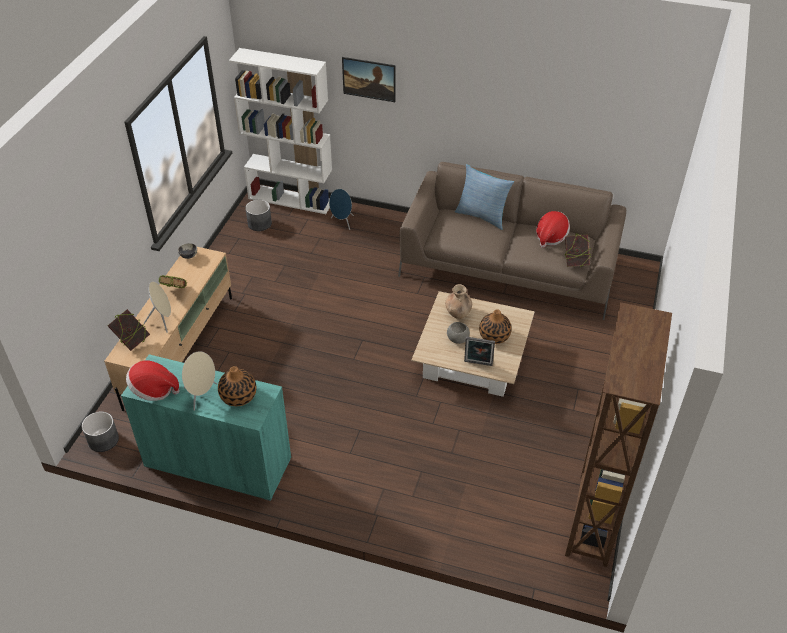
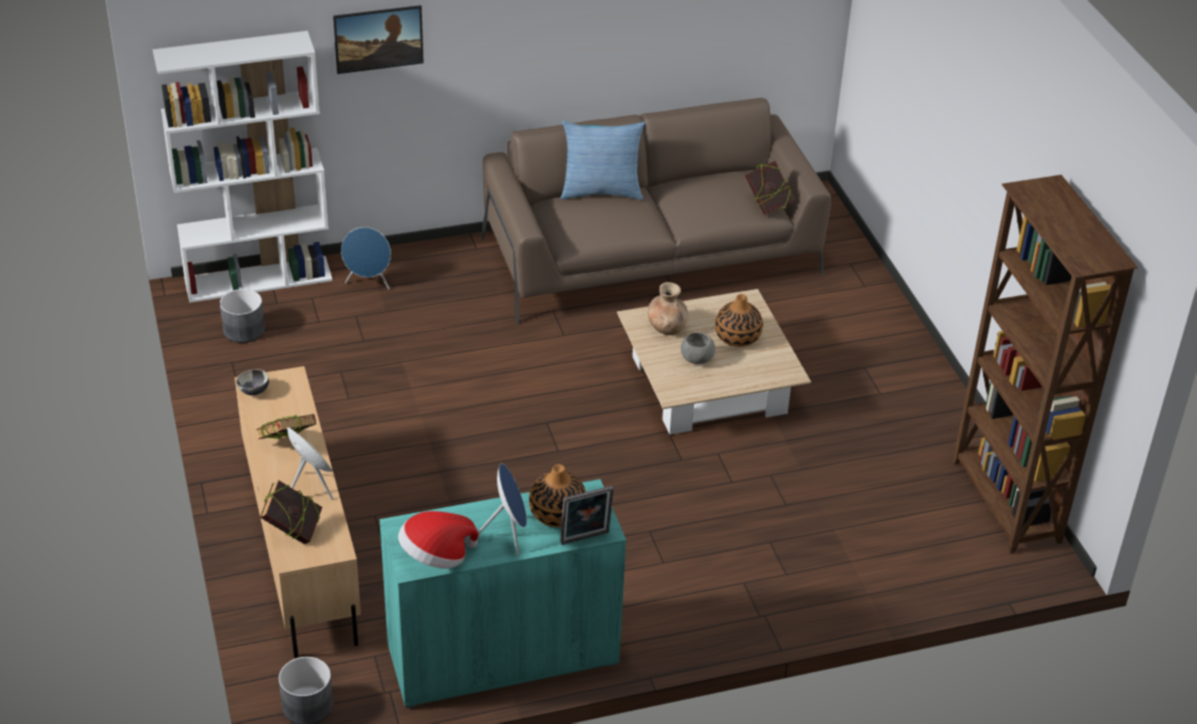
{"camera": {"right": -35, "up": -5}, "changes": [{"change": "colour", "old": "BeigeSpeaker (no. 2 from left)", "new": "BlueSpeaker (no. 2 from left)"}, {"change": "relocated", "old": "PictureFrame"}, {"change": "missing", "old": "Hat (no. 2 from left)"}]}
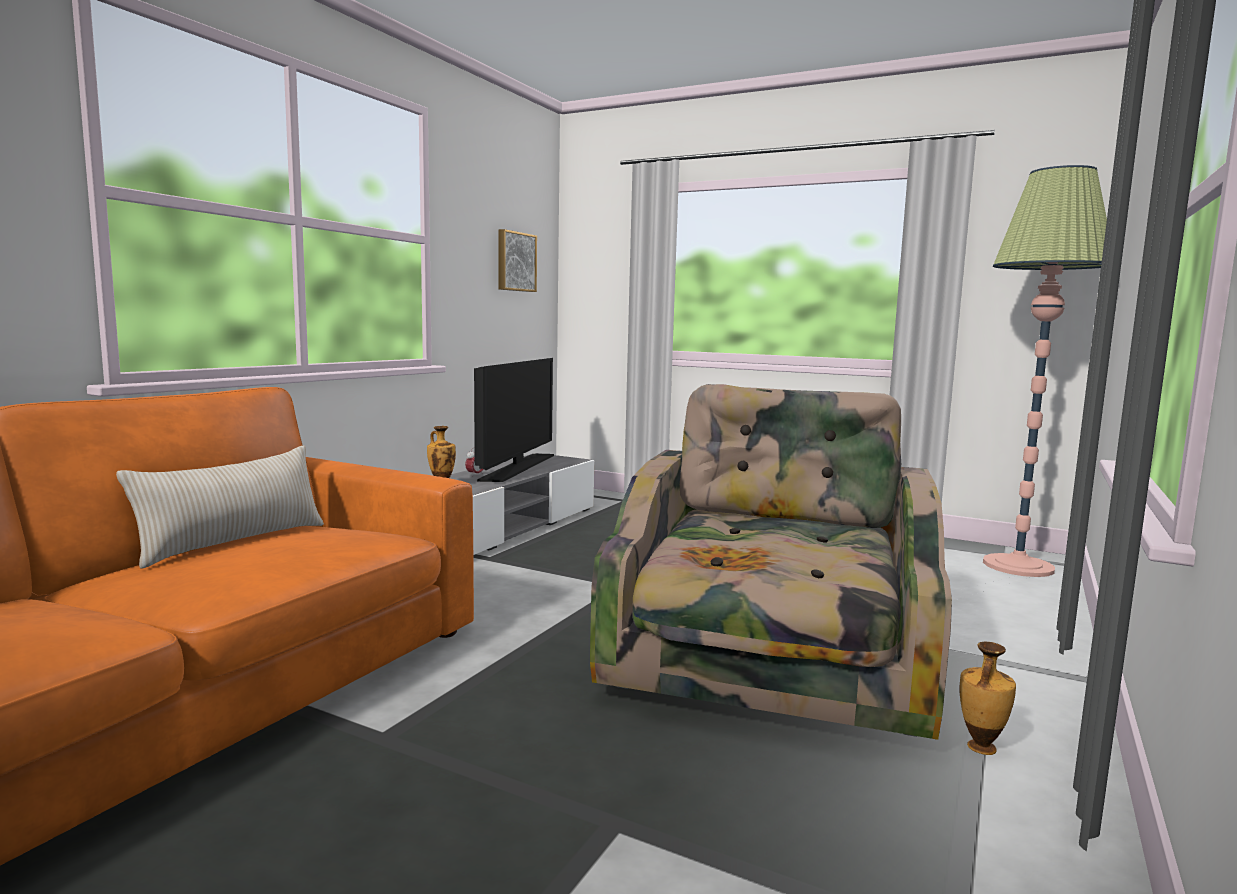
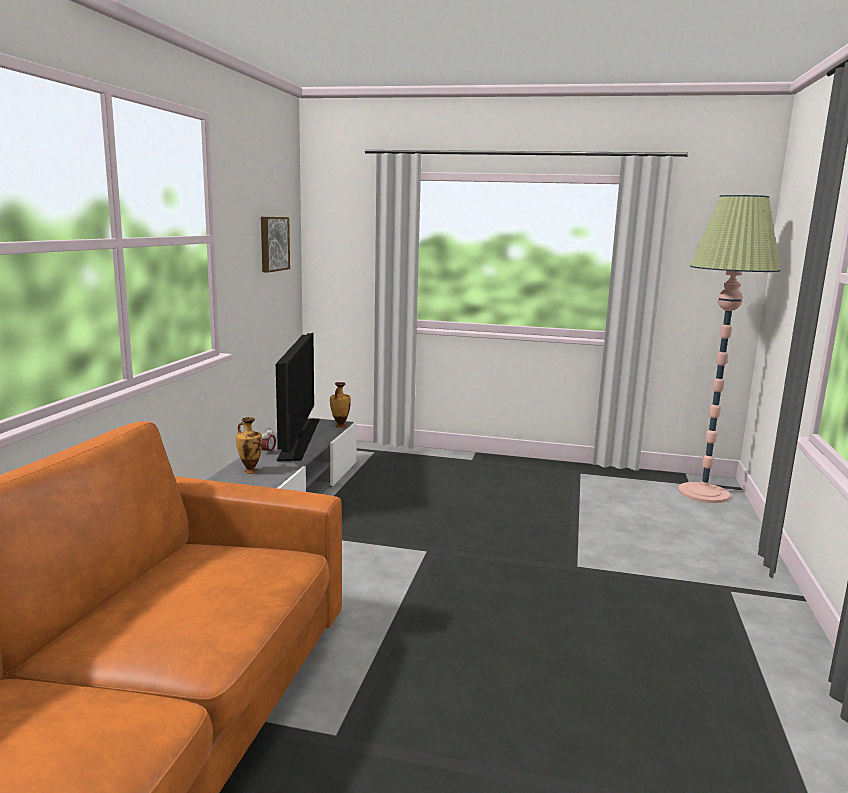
{"camera": {"right": -15, "up": 5}, "changes": [{"change": "relocated", "old": "Vase (no. 2 from left)"}, {"change": "missing", "old": "BeigePillow"}, {"change": "missing", "old": "Armchair"}]}
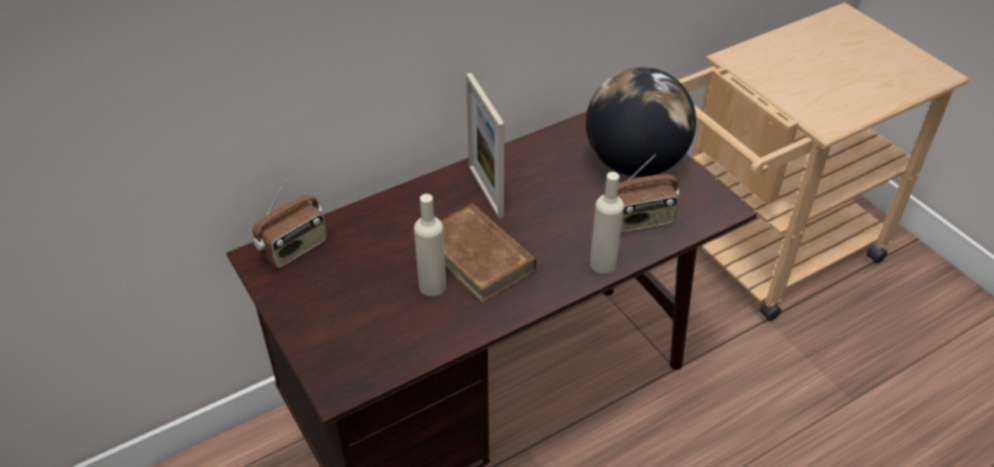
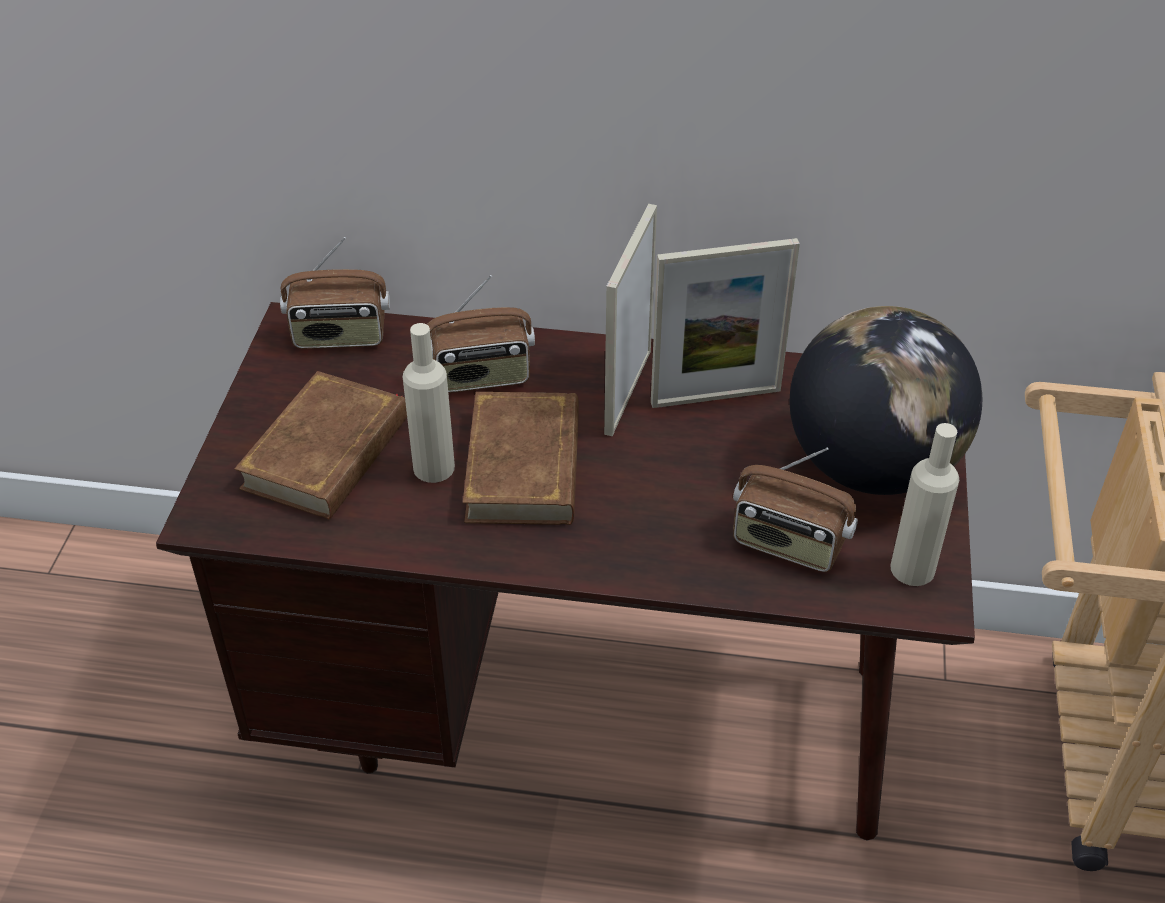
{"camera": {"right": 40, "up": 0}, "changes": [{"change": "appeared", "new": "BrownBook (no. 1 from left)"}, {"change": "appeared", "new": "Radio (no. 2 from left)"}, {"change": "appeared", "new": "PictureFrame (no. 2 from left)"}, {"change": "relocated", "old": "BeigeBottle (no. 2 from left)"}]}
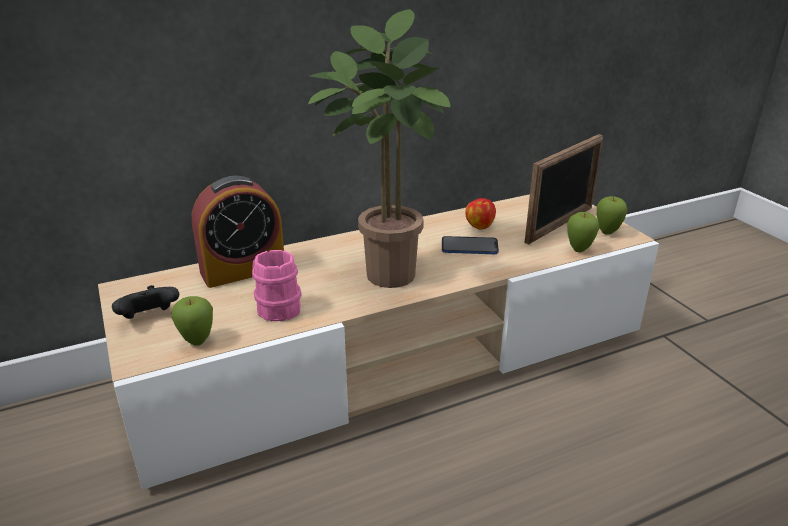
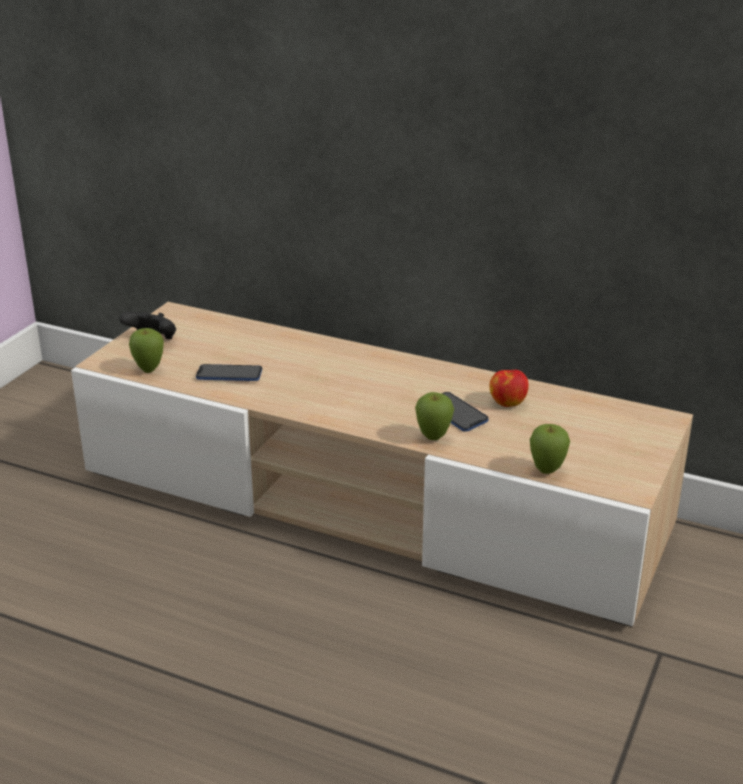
{"camera": {"right": 50, "up": 0}, "changes": [{"change": "exchanged", "old": "PinkMug", "new": "Phone (no. 1 from left)"}, {"change": "relocated", "old": "Apple (no. 4 from left in the first image)", "new": "Apple (no. 2 from left)"}, {"change": "missing", "old": "AlarmClock"}, {"change": "missing", "old": "PottedPlant"}, {"change": "missing", "old": "PictureFrame"}]}
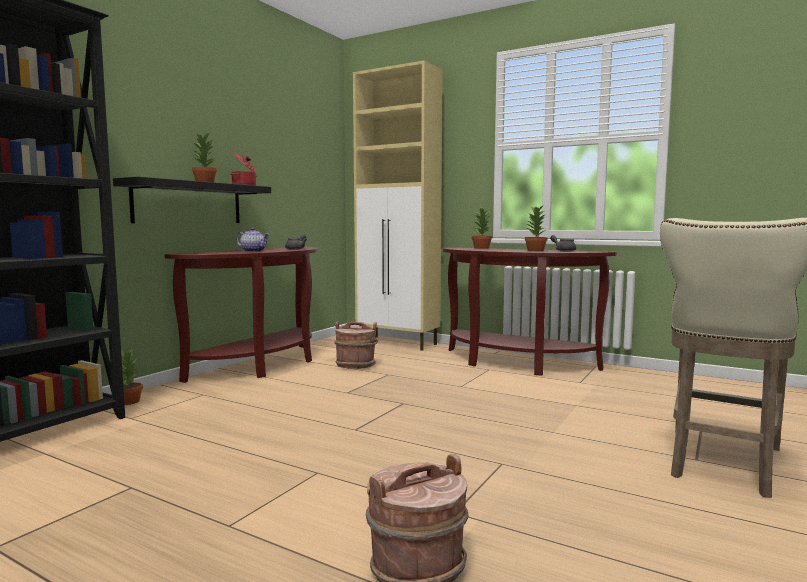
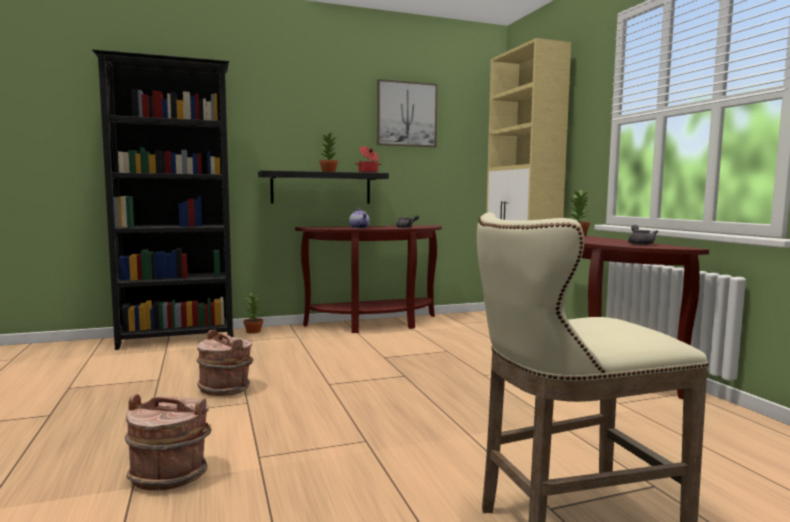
{"camera": {"right": 40, "up": 0}, "changes": [{"change": "relocated", "old": "BrownBucket (no. 1 from left in the first image)", "new": "BrownBucket (no. 2 from left)"}, {"change": "appeared", "new": "Picture"}, {"change": "missing", "old": "PottedPlant (no. 4 from left)"}]}
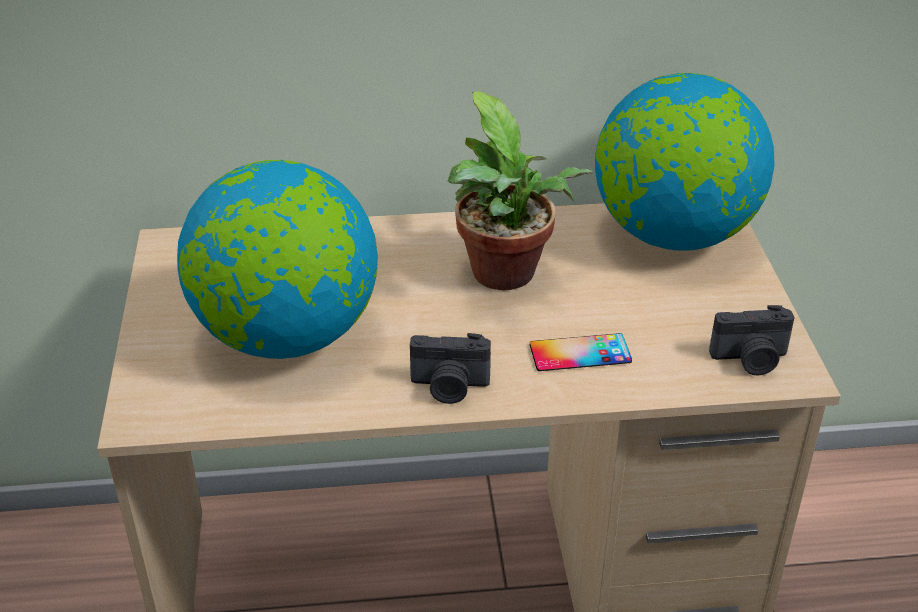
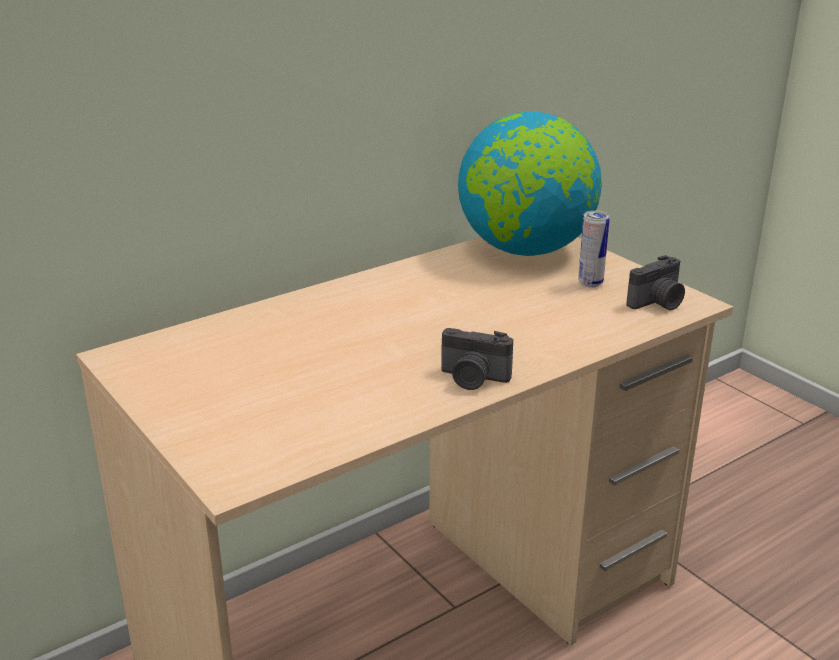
{"camera": {"right": -30, "up": -10}, "changes": [{"change": "spun", "old": "PhotoCamera (no. 1 from left)", "degrees": 45}, {"change": "appeared", "new": "Can"}, {"change": "missing", "old": "Globe (no. 1 from left)"}, {"change": "missing", "old": "PottedPlant"}, {"change": "missing", "old": "Phone"}]}
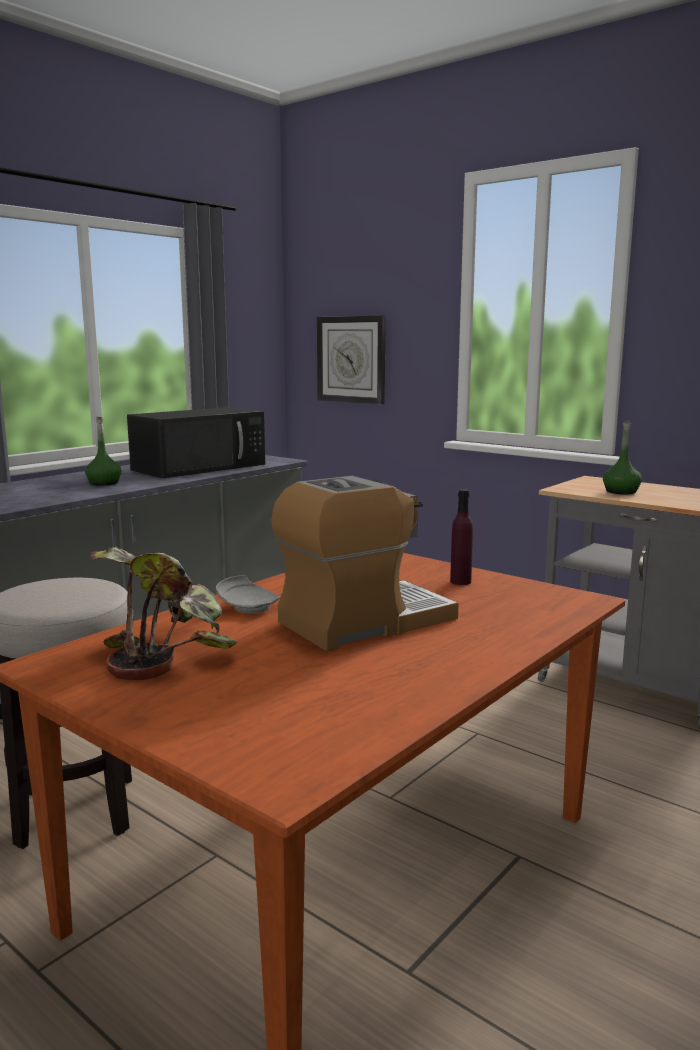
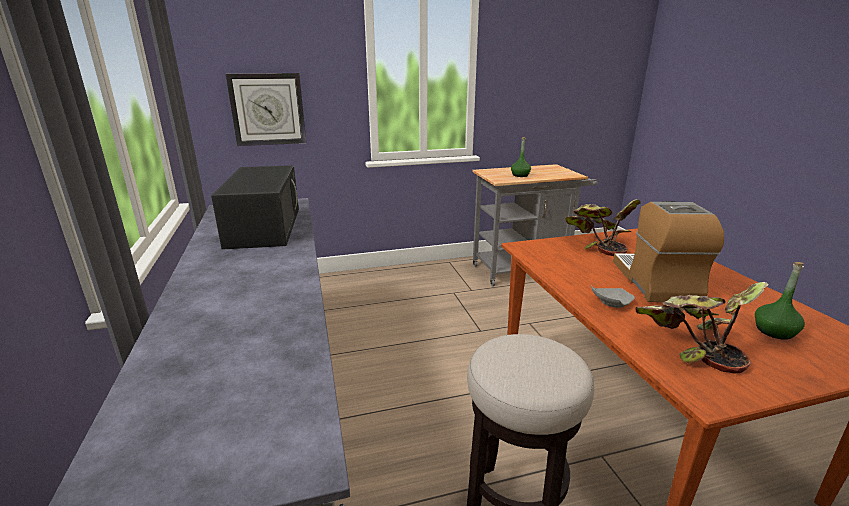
{"camera": {"right": -55, "up": 10}, "changes": [{"change": "exchanged", "old": "PurpleBottle", "new": "PottedPlant (no. 1 from left)"}, {"change": "relocated", "old": "GreenBottle (no. 1 from left in the first image)", "new": "GreenBottle (no. 2 from left)"}]}
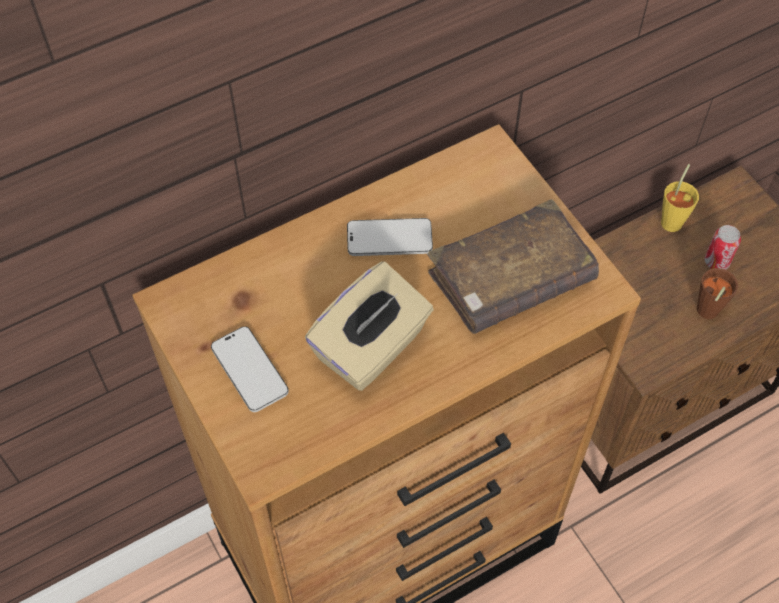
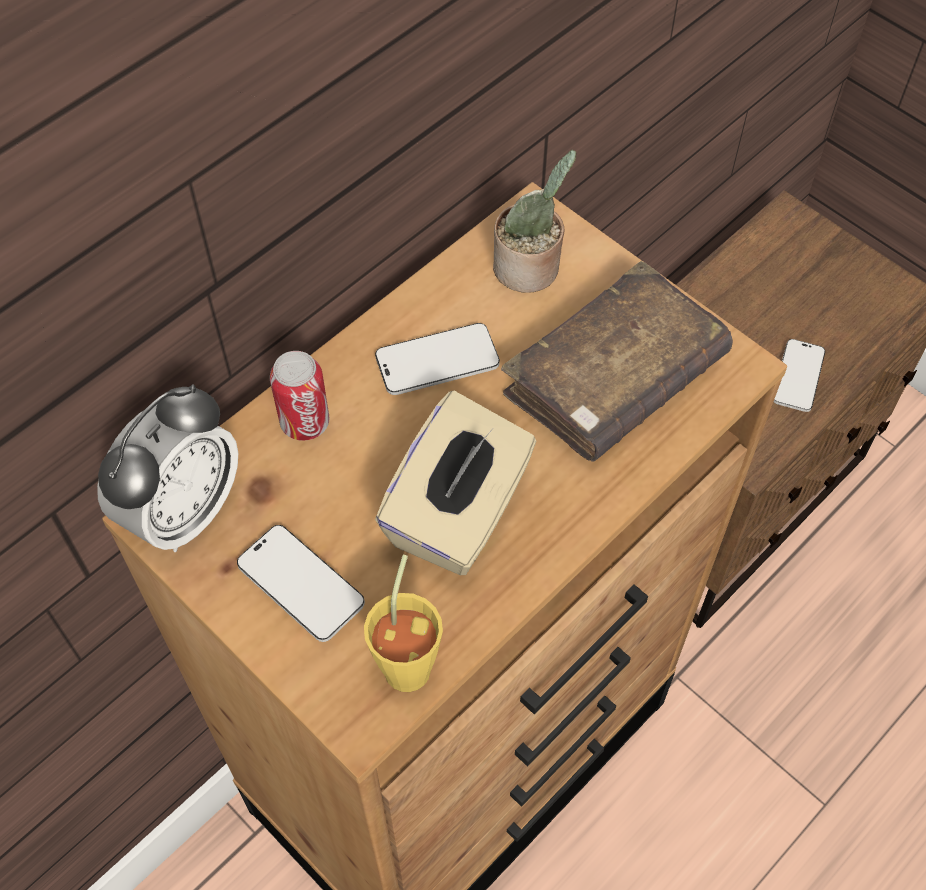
{"camera": {"right": -15, "up": 0}, "changes": [{"change": "appeared", "new": "AlarmClock"}, {"change": "relocated", "old": "Can"}, {"change": "relocated", "old": "YellowCup"}, {"change": "appeared", "new": "PottedPlant"}, {"change": "exchanged", "old": "BrownCup", "new": "Phone (no. 3 from left)"}]}
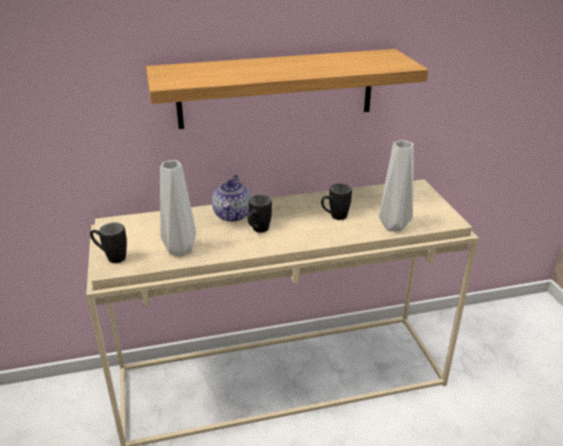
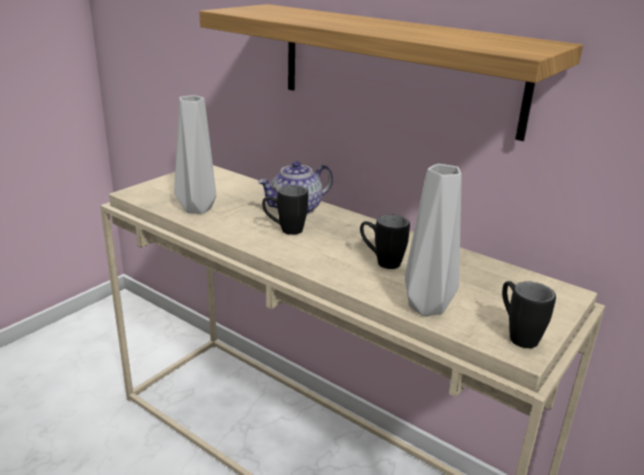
{"camera": {"right": 50, "up": -5}, "changes": [{"change": "relocated", "old": "BlackMug (no. 1 from left in the first image)", "new": "BlackMug (no. 3 from left)"}]}
